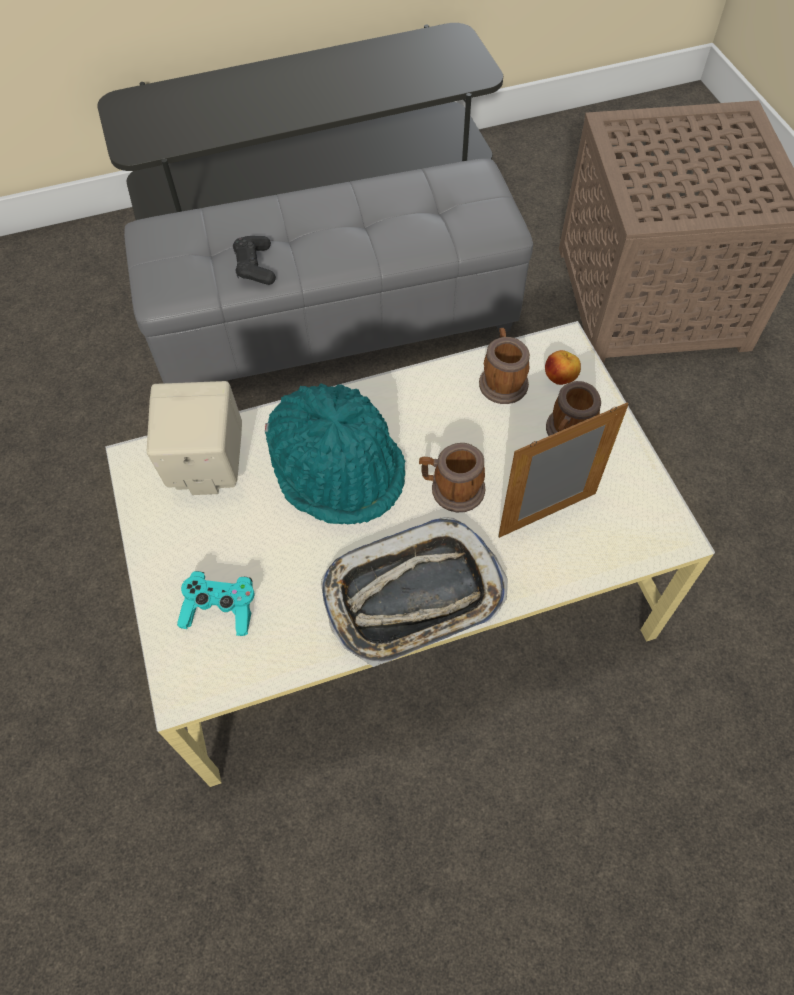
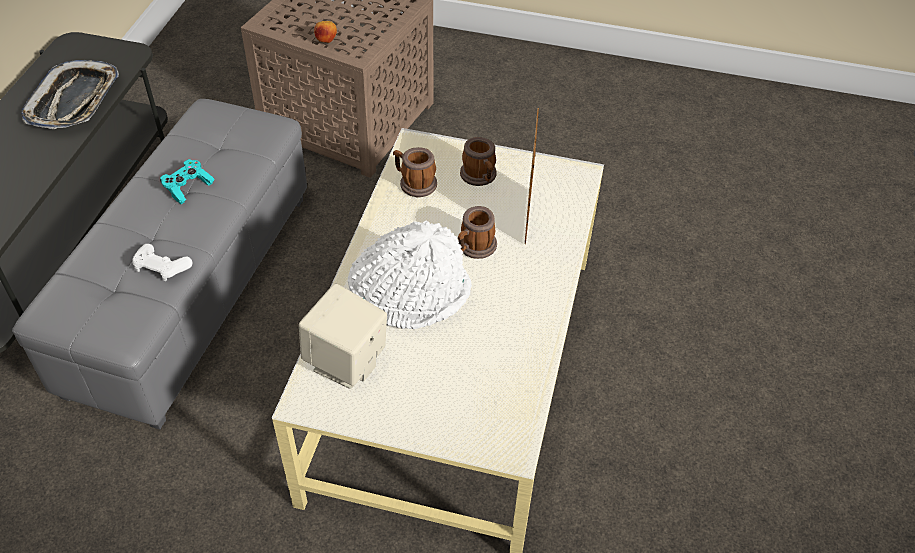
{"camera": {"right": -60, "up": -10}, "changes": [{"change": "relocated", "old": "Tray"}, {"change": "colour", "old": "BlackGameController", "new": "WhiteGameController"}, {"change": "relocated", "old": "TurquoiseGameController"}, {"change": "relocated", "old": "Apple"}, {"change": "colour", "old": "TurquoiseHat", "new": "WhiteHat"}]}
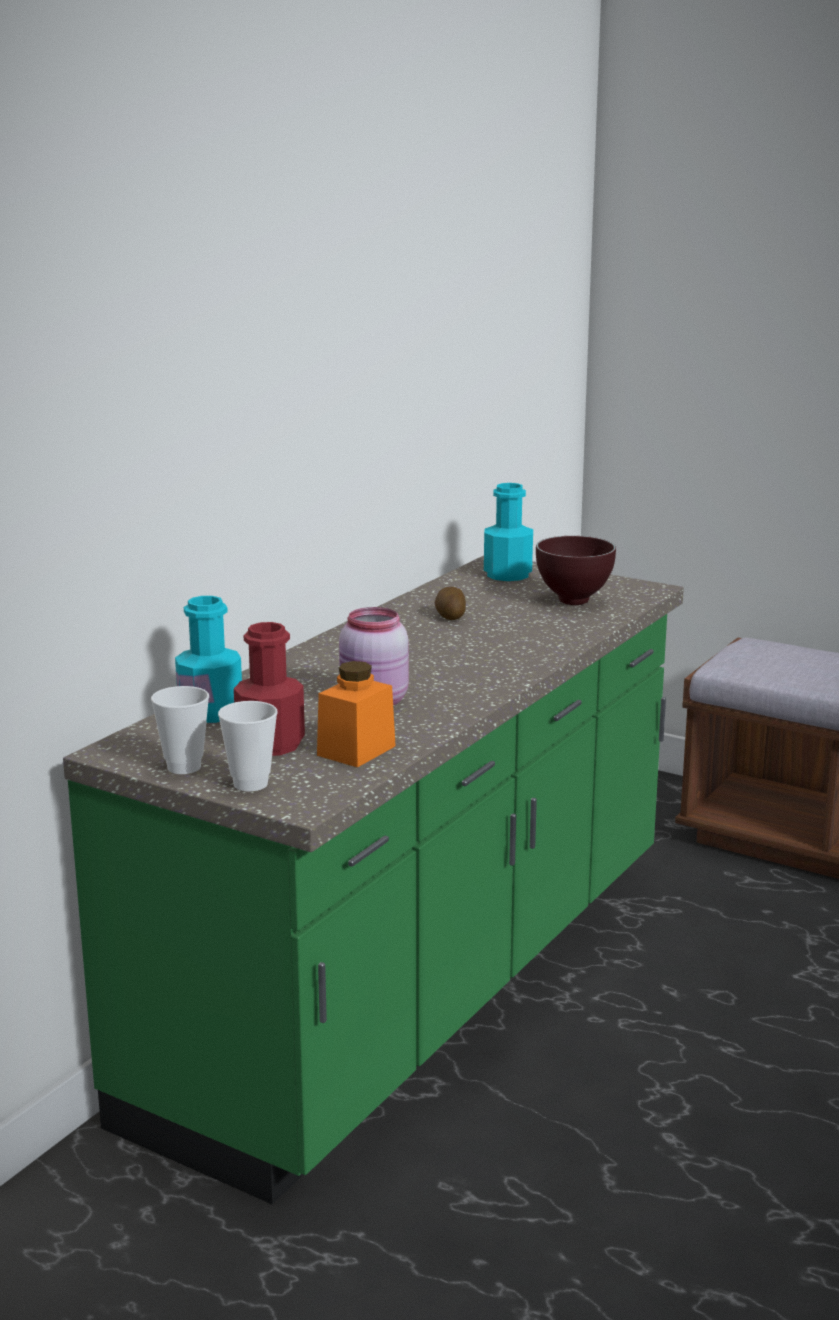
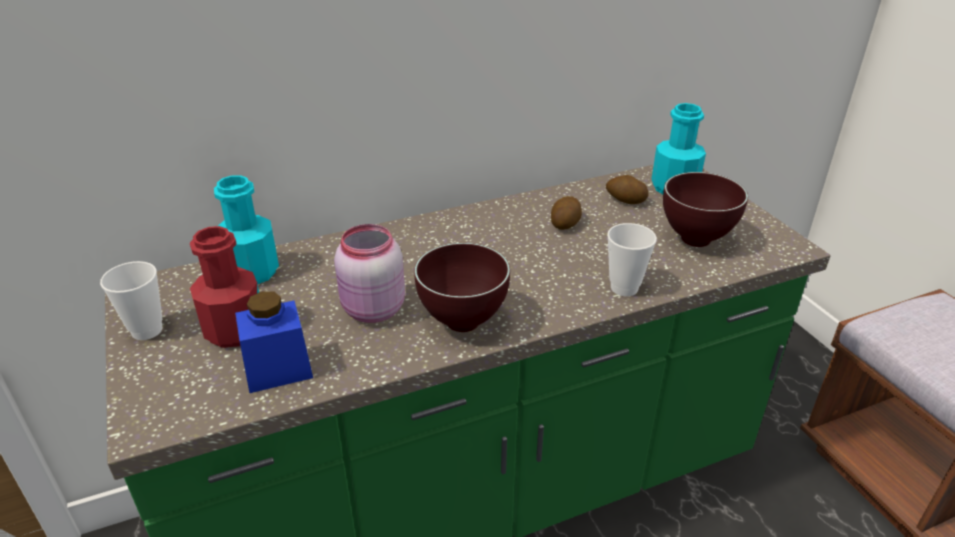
{"camera": {"right": 35, "up": 15}, "changes": [{"change": "colour", "old": "OrangeJar", "new": "BlueJar"}, {"change": "appeared", "new": "BrownBowl (no. 1 from left)"}, {"change": "appeared", "new": "Potato (no. 2 from left)"}, {"change": "relocated", "old": "Cup (no. 2 from left)"}]}
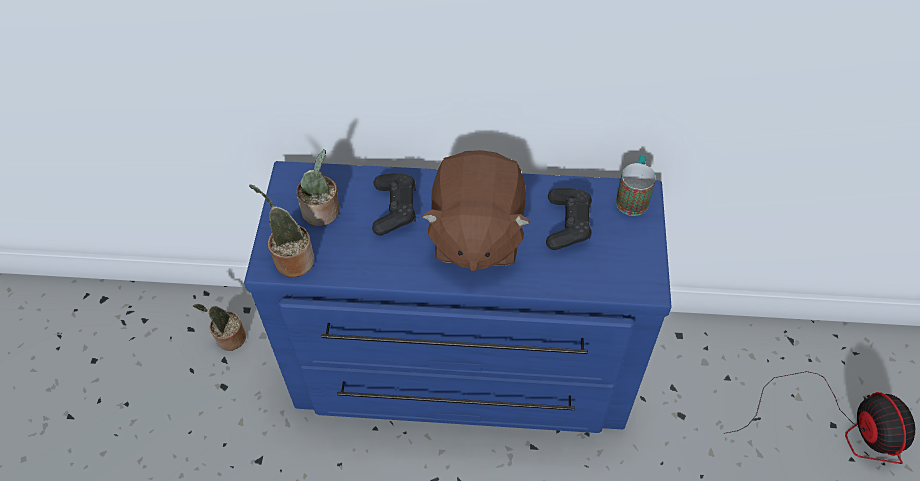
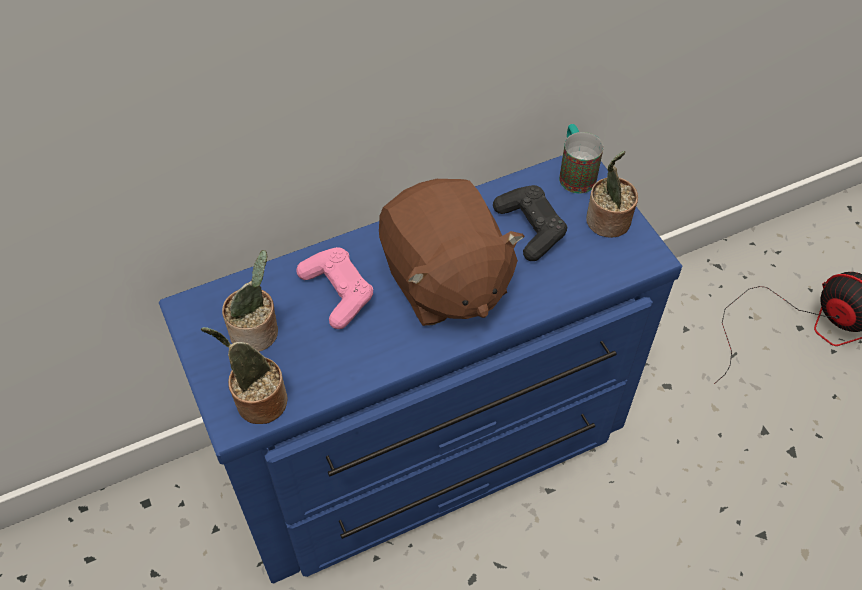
{"camera": {"right": -30, "up": 0}, "changes": [{"change": "colour", "old": "BlackGameController (no. 1 from left)", "new": "PinkGameController"}, {"change": "relocated", "old": "PottedPlant (no. 1 from left in the first image)", "new": "PottedPlant (no. 3 from left)"}]}
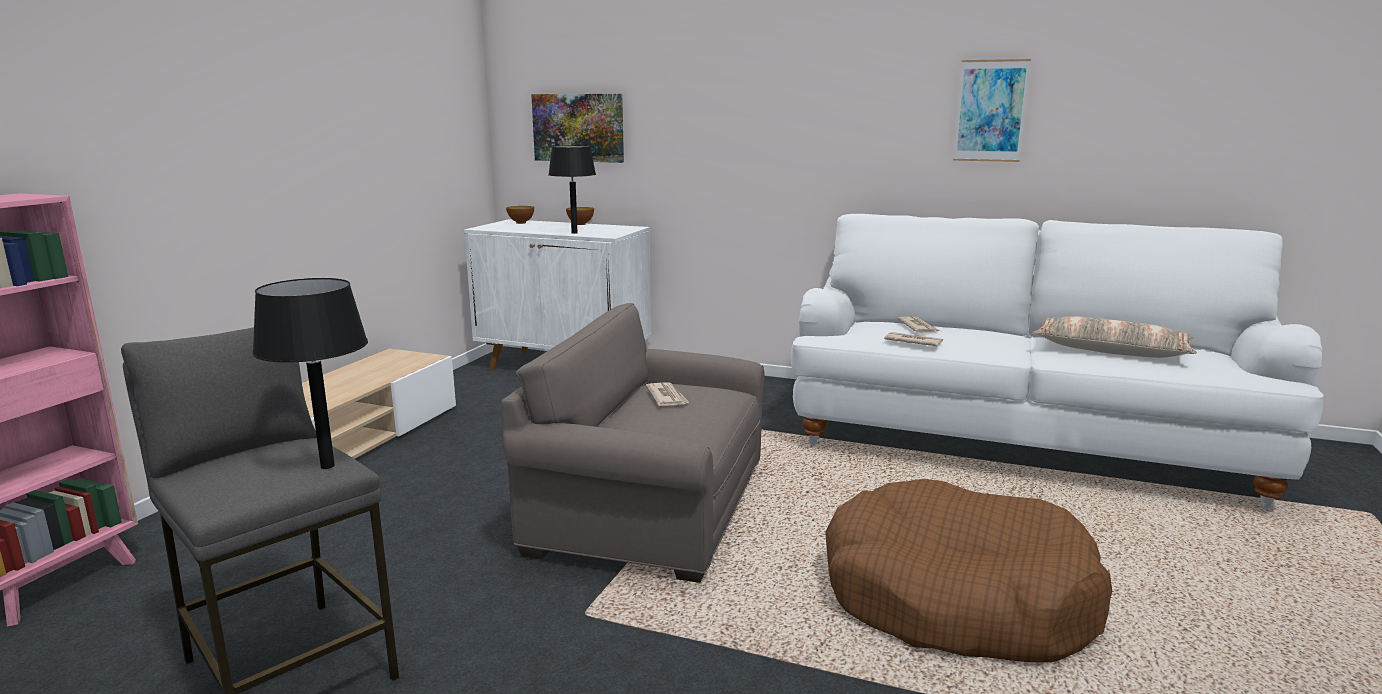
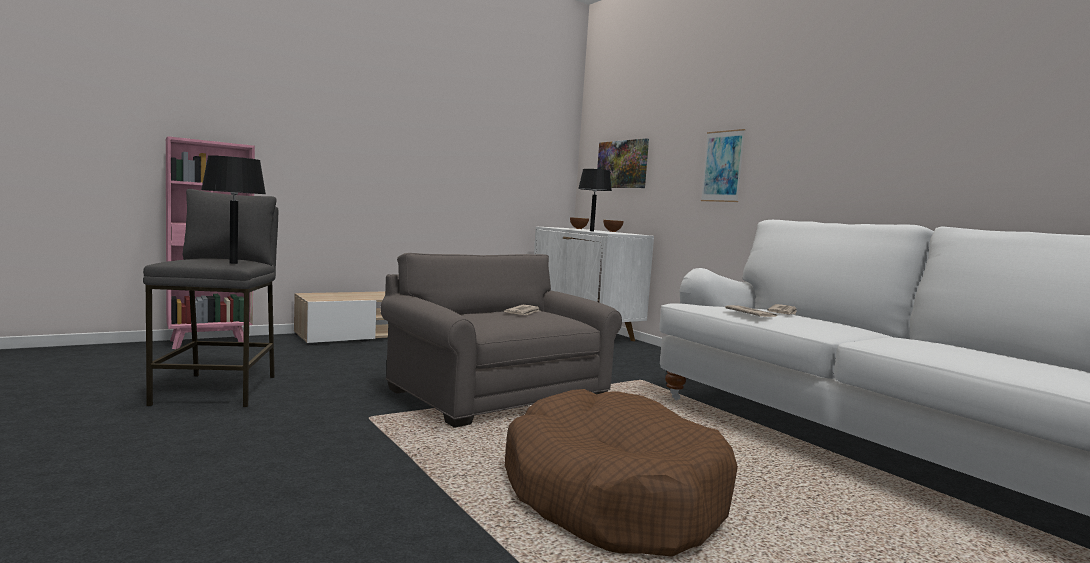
{"camera": {"right": 35, "up": -10}, "changes": [{"change": "relocated", "old": "Picture (no. 2 from left)"}, {"change": "missing", "old": "Pillow"}]}
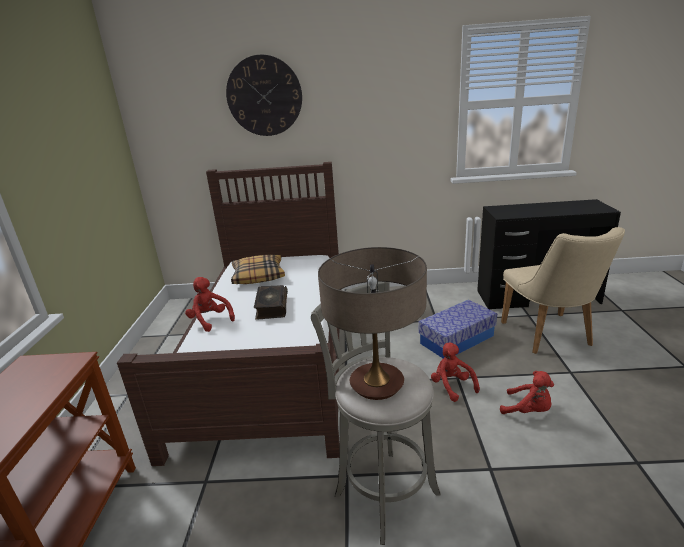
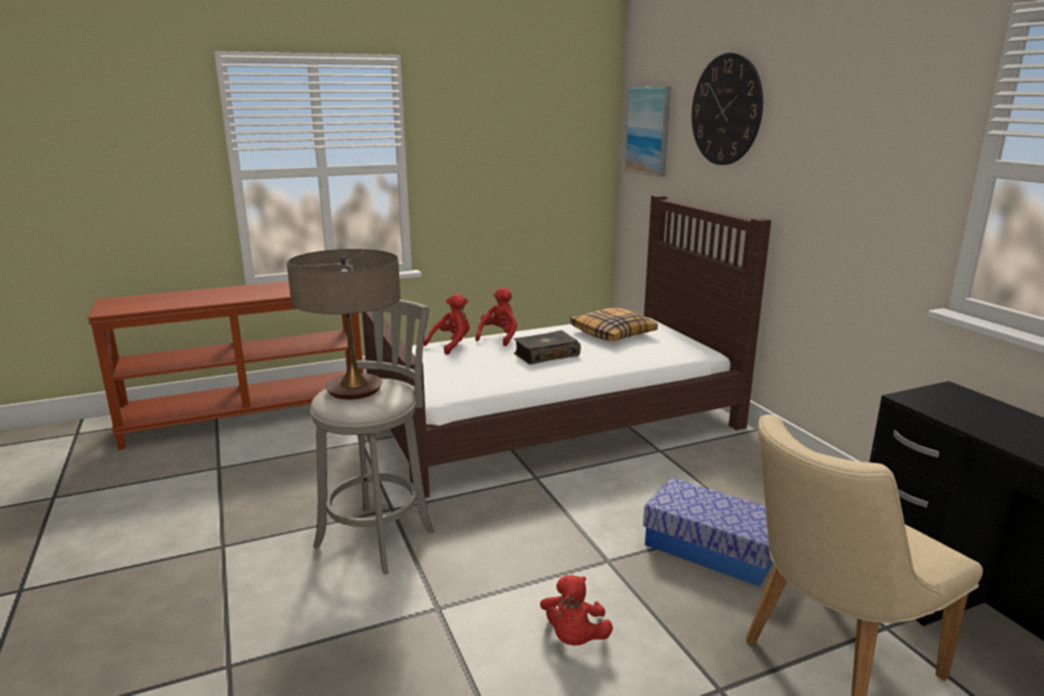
{"camera": {"right": 65, "up": -5}, "changes": [{"change": "relocated", "old": "RedPlushToy (no. 2 from left in the first image)", "new": "RedPlushToy (no. 1 from left)"}, {"change": "appeared", "new": "Picture"}]}
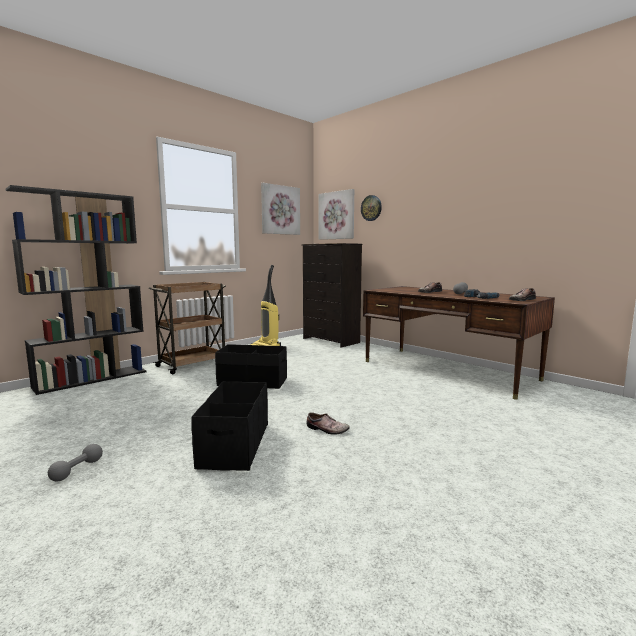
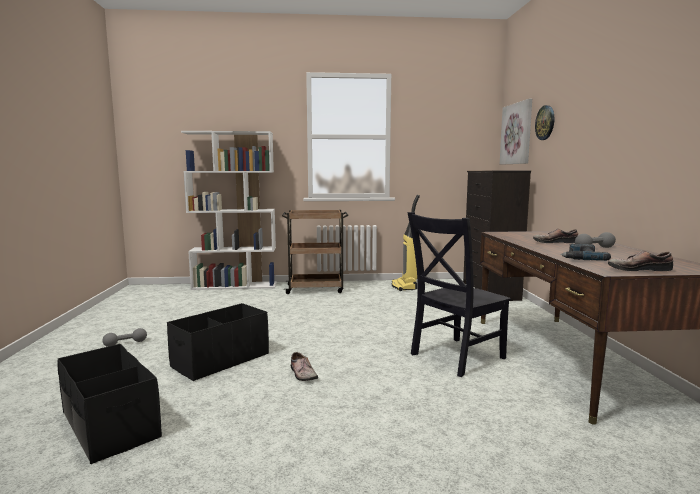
{"camera": {"right": 40, "up": 0}, "changes": [{"change": "relocated", "old": "BlackStorageBox (no. 2 from left in the first image)", "new": "BlackStorageBox (no. 1 from left)"}, {"change": "colour", "old": "BlackBookcase", "new": "WhiteBookcase"}, {"change": "appeared", "new": "BlackChair"}, {"change": "missing", "old": "Picture (no. 1 from left)"}]}
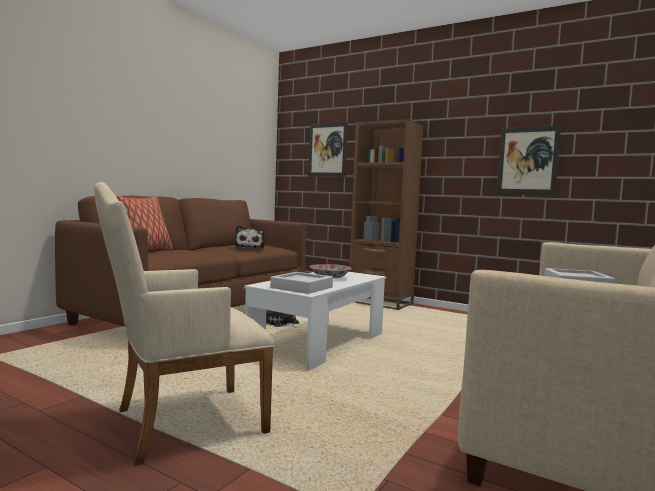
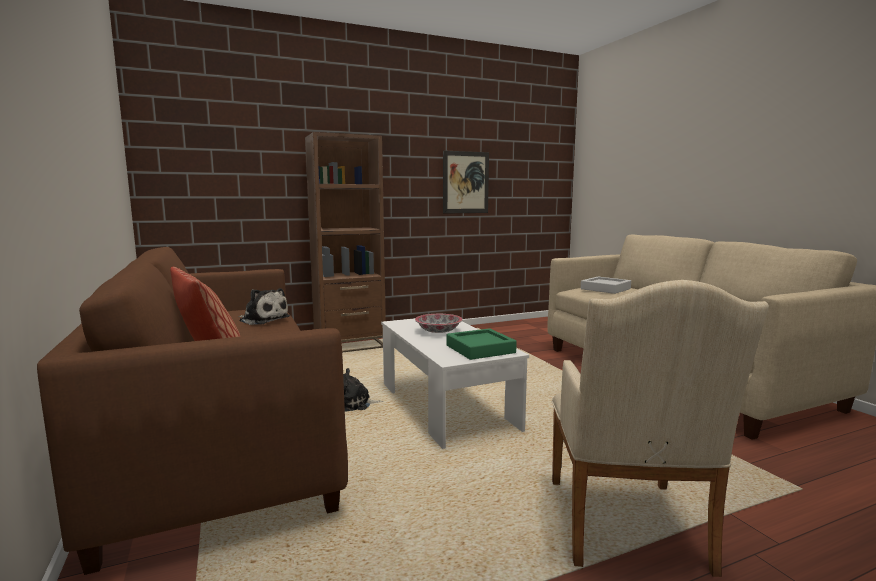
{"camera": {"right": -55, "up": 5}, "changes": [{"change": "colour", "old": "GreyTray (no. 1 from left)", "new": "GreenTray"}, {"change": "missing", "old": "Picture (no. 1 from left)"}]}
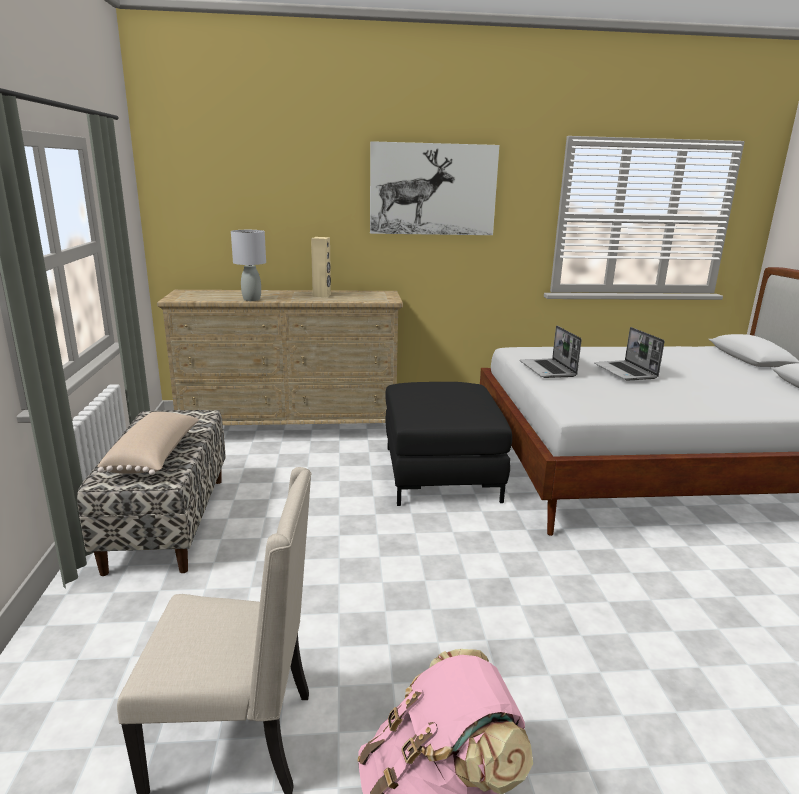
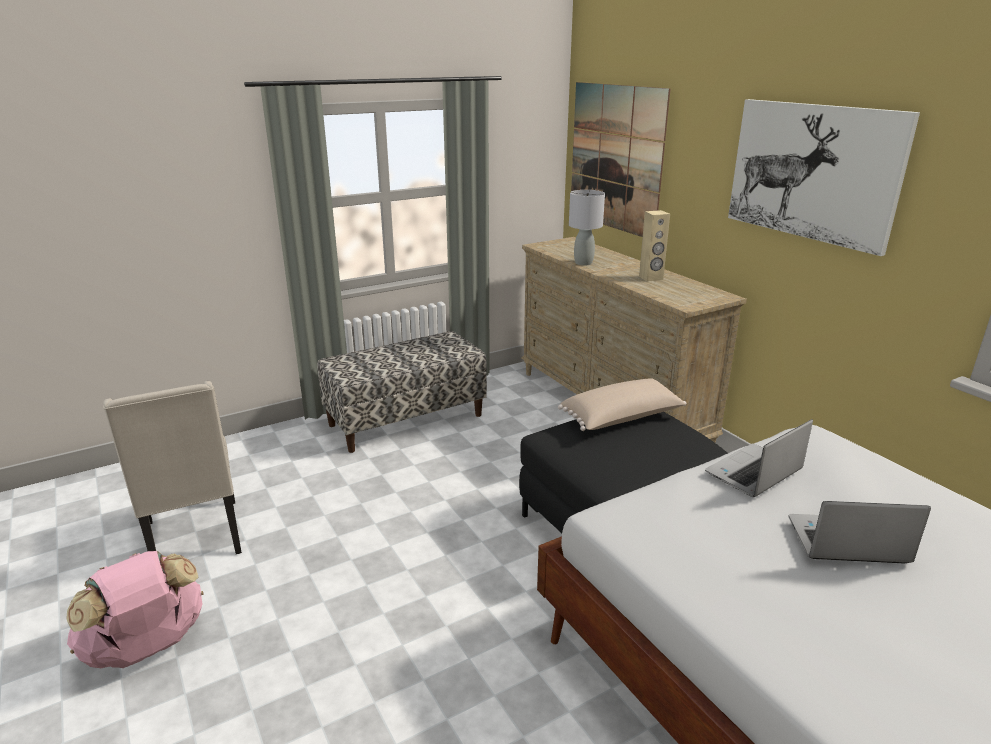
{"camera": {"right": 65, "up": 5}, "changes": [{"change": "relocated", "old": "BeigePillow"}, {"change": "appeared", "new": "Picture (no. 1 from left)"}, {"change": "spun", "old": "Laptop (no. 2 from left)", "degrees": 45}]}
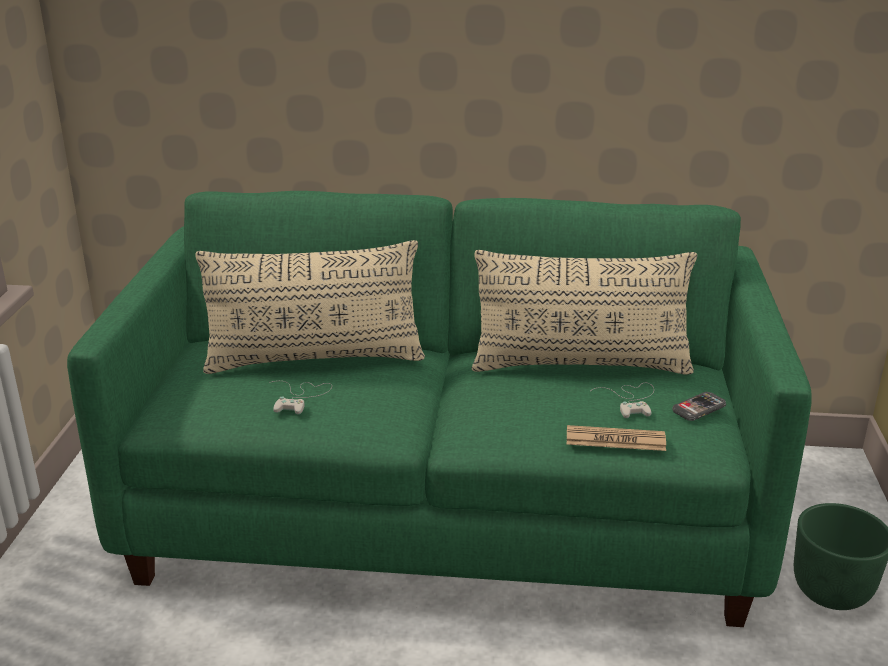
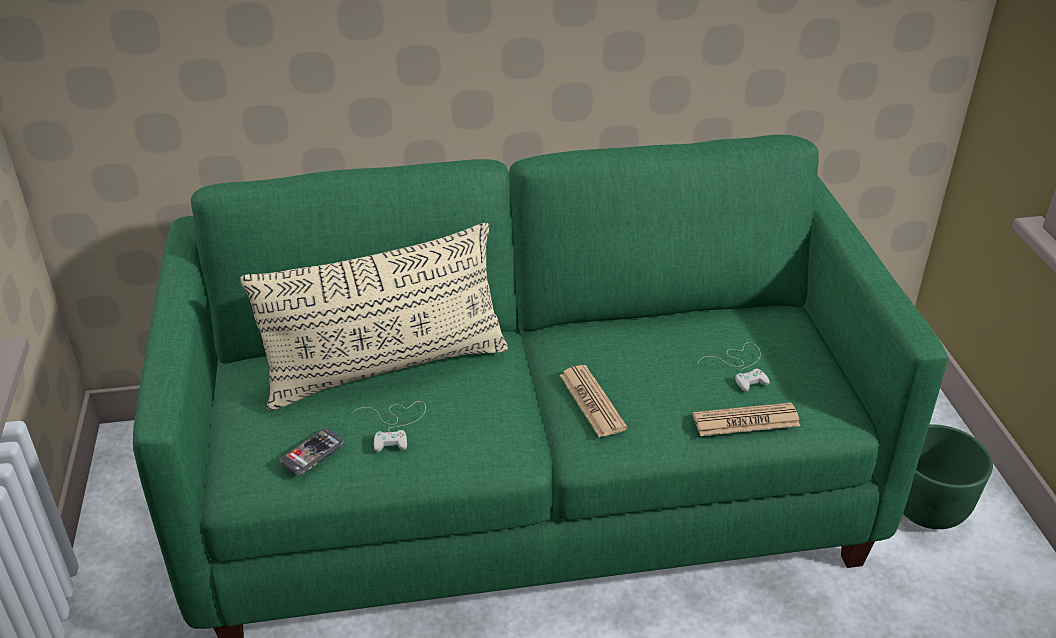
{"camera": {"right": -15, "up": 10}, "changes": [{"change": "relocated", "old": "Phone"}, {"change": "appeared", "new": "Newspaper (no. 1 from left)"}, {"change": "missing", "old": "BeigePillow (no. 2 from left)"}]}
